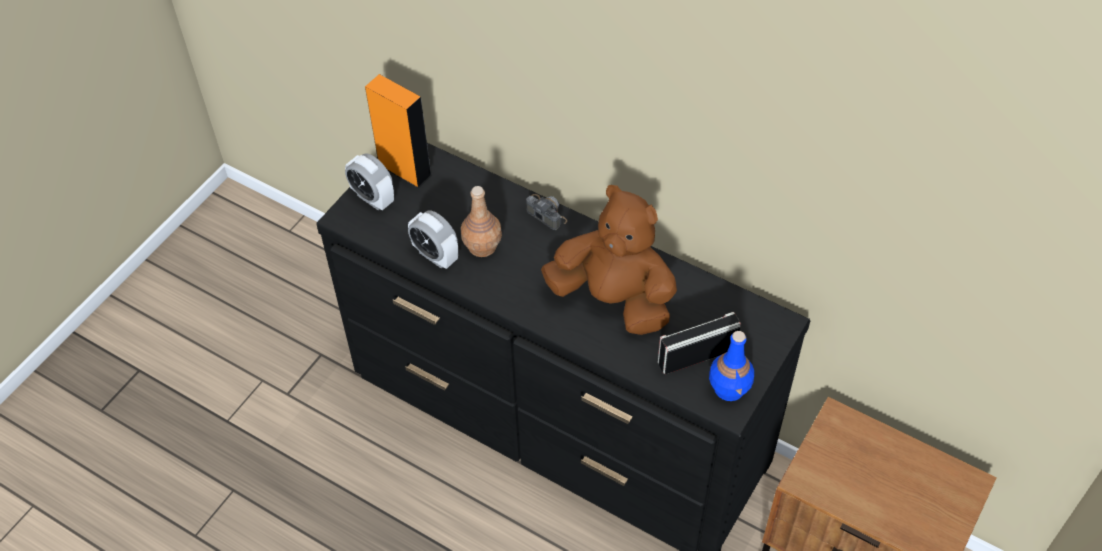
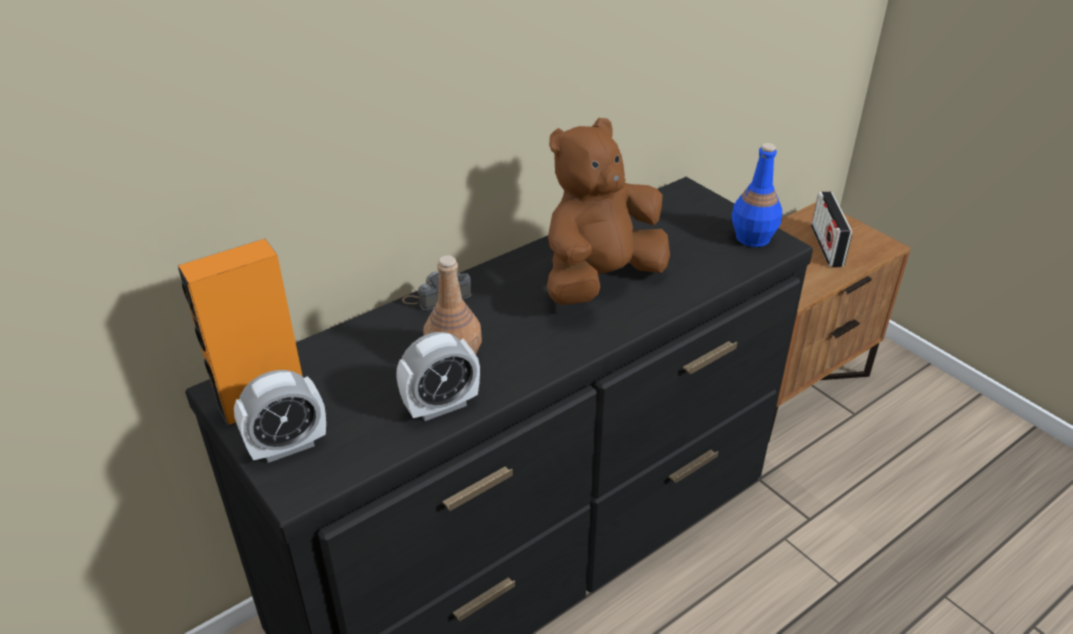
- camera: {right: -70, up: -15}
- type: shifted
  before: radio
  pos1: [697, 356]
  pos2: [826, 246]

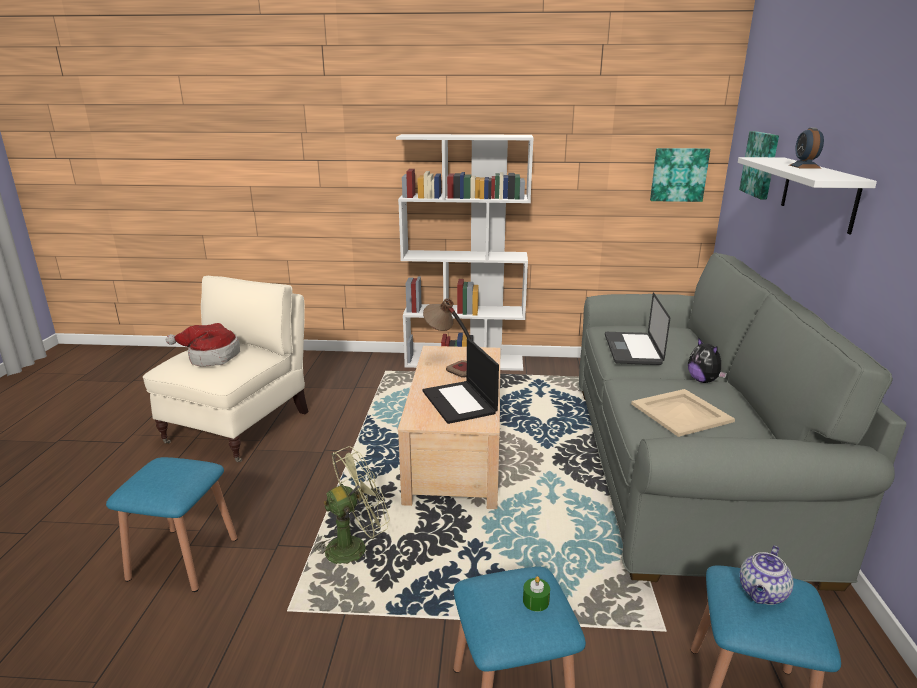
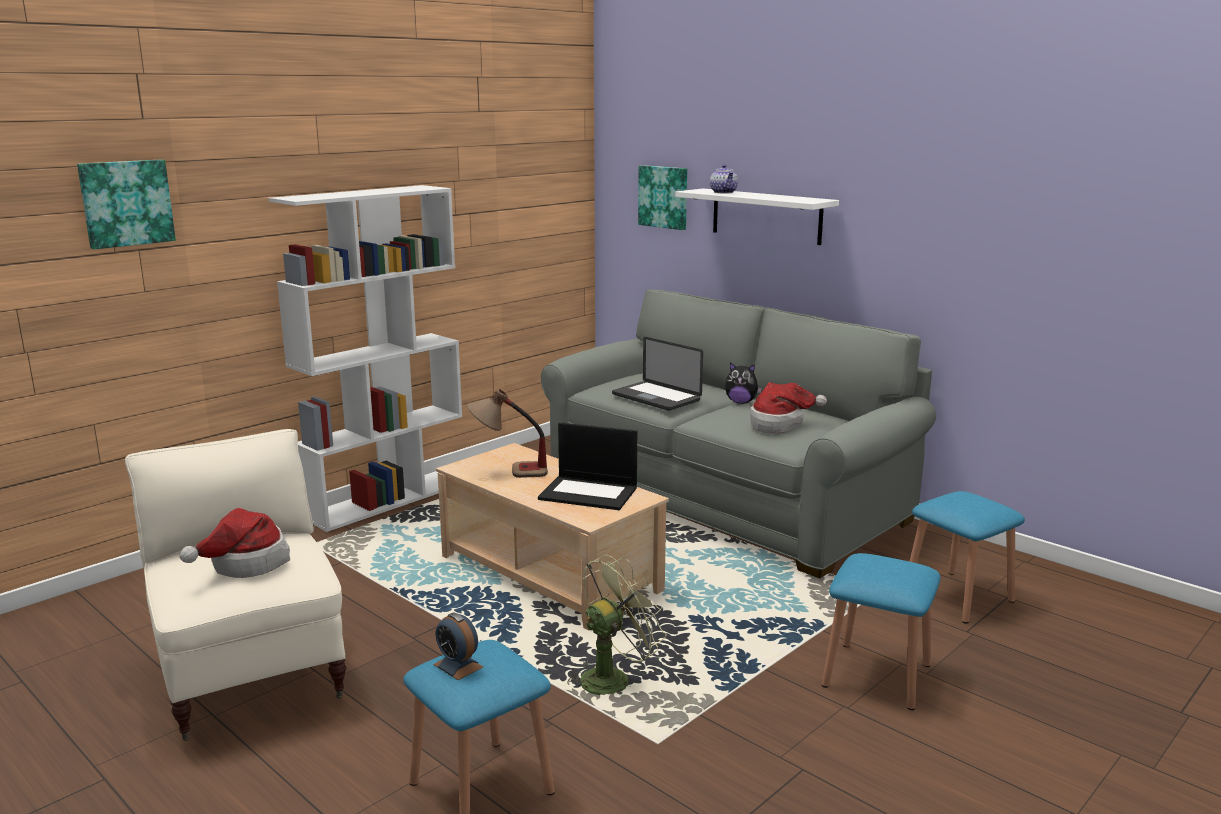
- camera: {right: -50, up: -5}
- type: rotated
  before: ventilador [verde]
  pos1: [354, 546]
  pos2: [612, 677]
  turn: 45
- type: gone
  before: vela [verde]
  pos1: [536, 601]
- type: swapped
  before: bandeja [beis]
  after: sombrero
  pos1: [682, 413]
  pos2: [779, 424]
- type: shifted
  before: cuadro
  pos1: [678, 174]
  pos2: [126, 203]
- type: shifted
  before: tetera
  pos1: [762, 594]
  pos2: [724, 192]
- type: shifted
  before: despertador
  pos1: [804, 166]
  pos2: [458, 666]

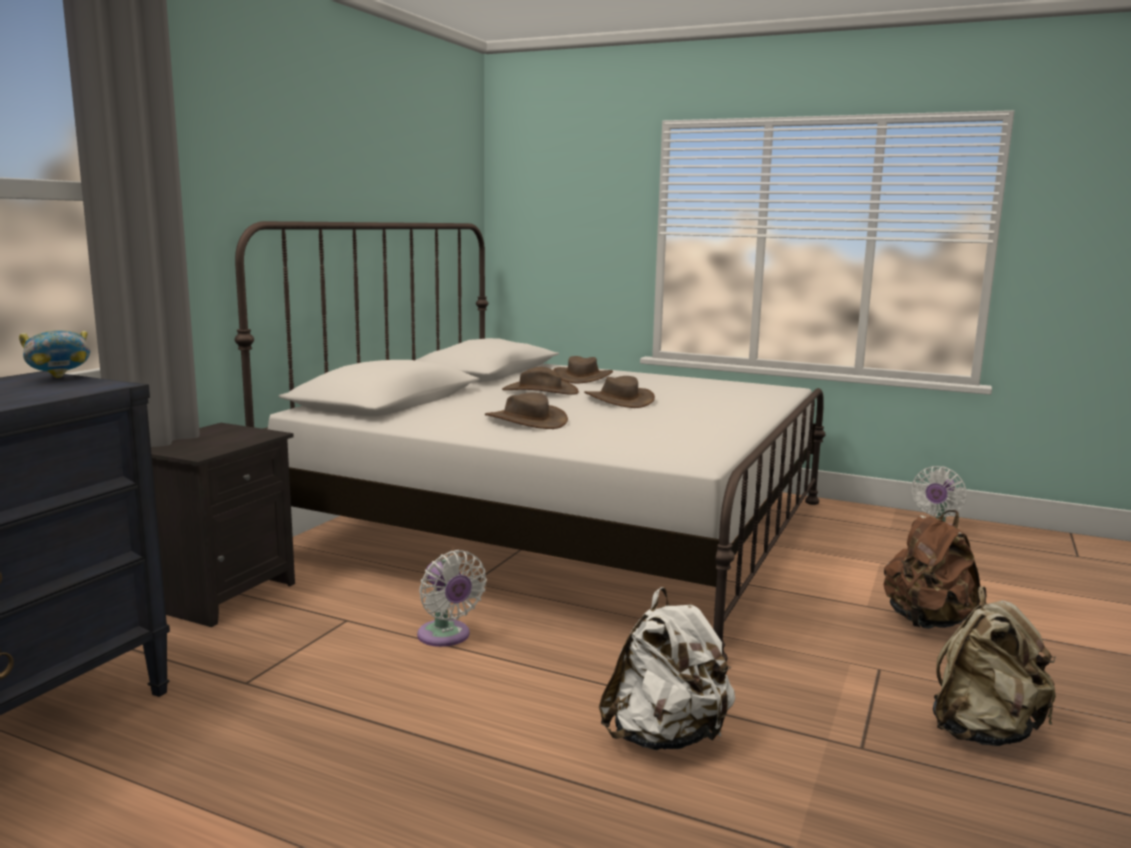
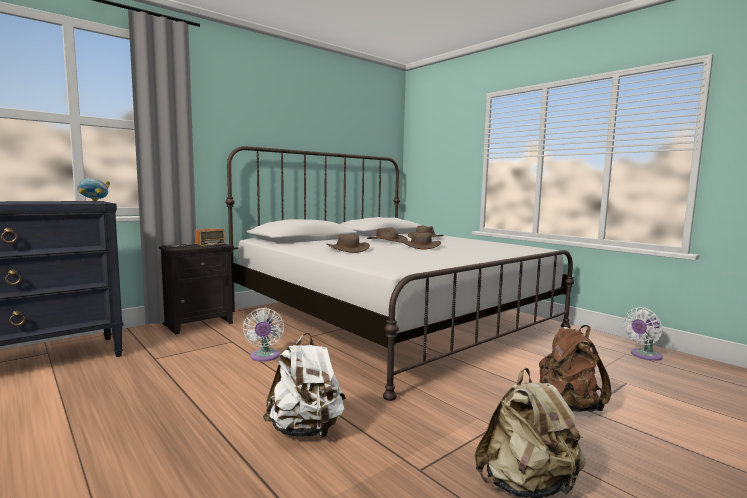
- camera: {right: 25, up: -5}
- type: new
  after: radio
  pos2: [193, 244]

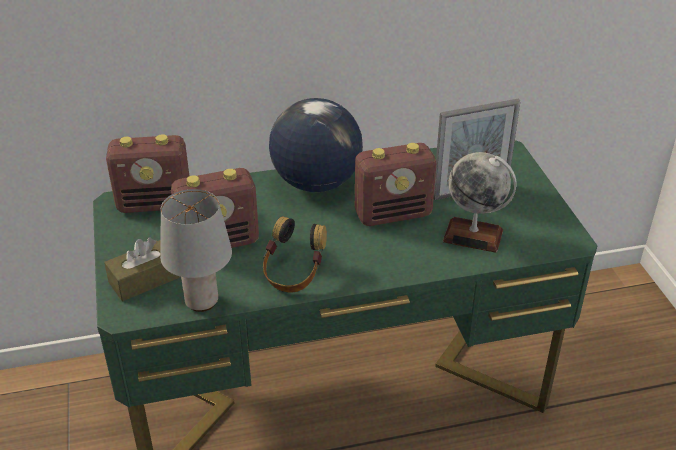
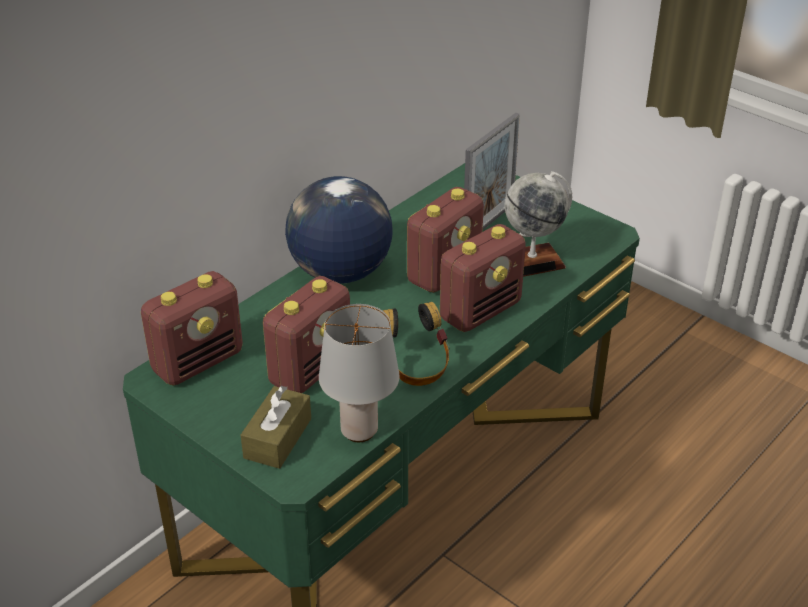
- camera: {right: -35, up: 0}
- type: new
  after: radio
  pos2: [480, 311]

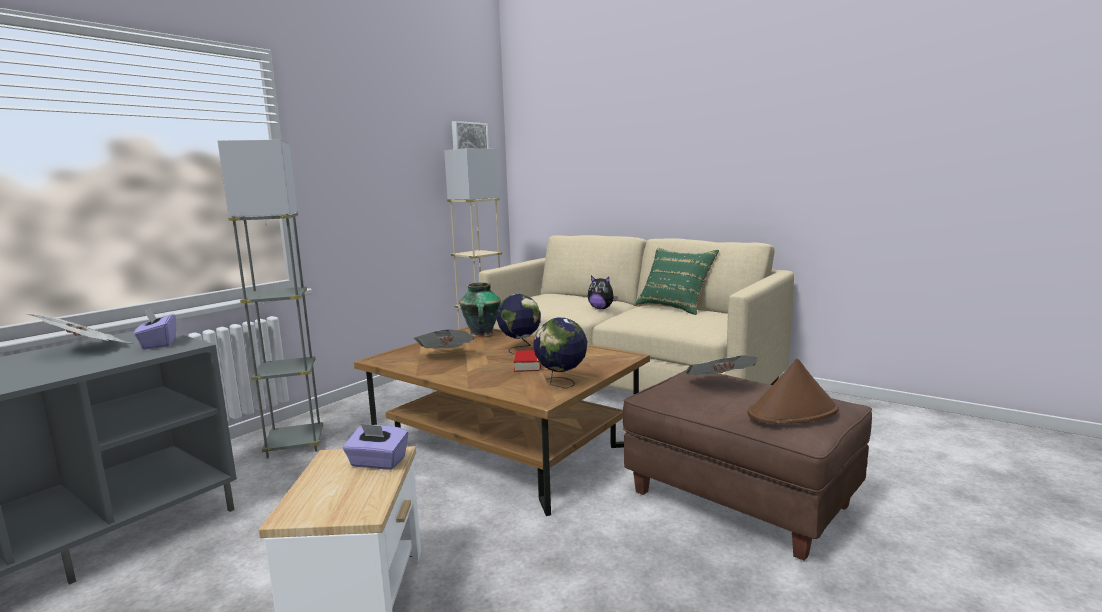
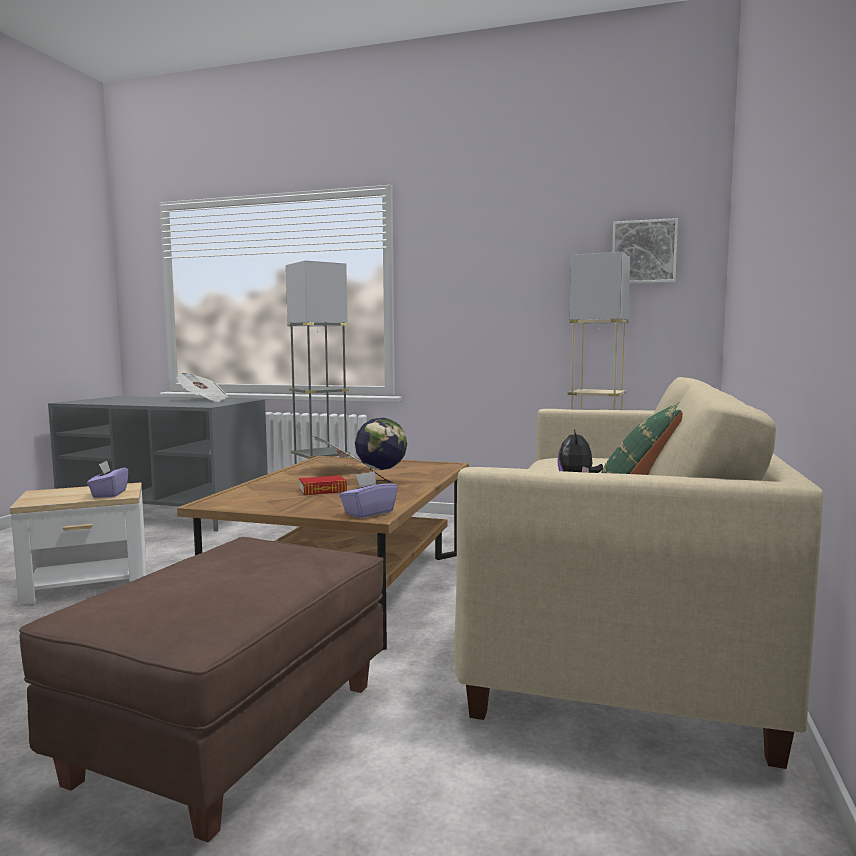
- camera: {right: 70, up: -5}
- type: shifted
  before: caja de pañuelos [morado]
  pos1: [158, 344]
  pos2: [368, 513]
- type: gone
  before: florero
  pos1: [481, 335]
- type: gone
  before: globo terráqueo
  pos1: [561, 384]
- type: gone
  before: periódico
  pos1: [719, 385]
- type: gone
  before: sombrero [marrón]
  pos1: [793, 412]

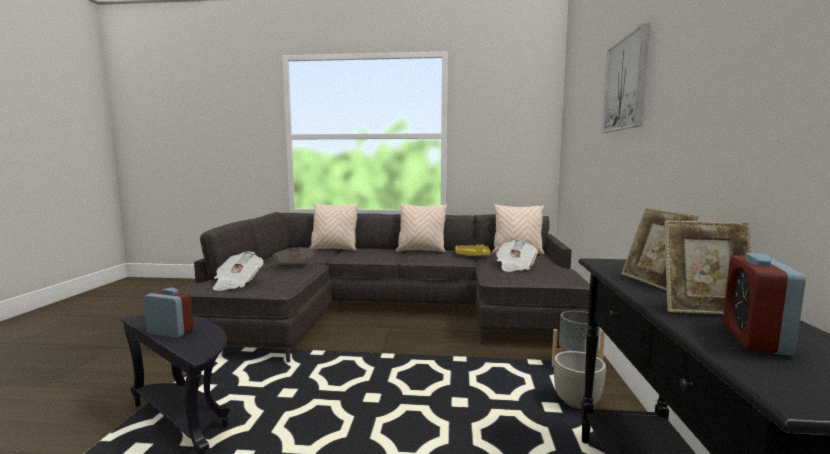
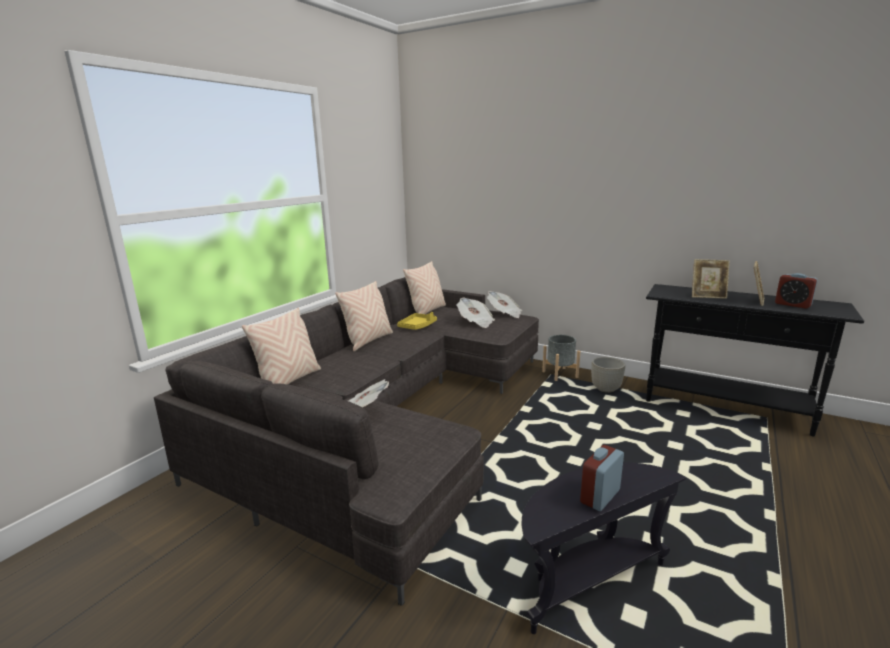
- camera: {right: -65, up: 10}
- type: shifted
  before: periódico
  pos1: [237, 284]
  pos2: [504, 314]
- type: gone
  before: cuadro
  pos1: [626, 84]

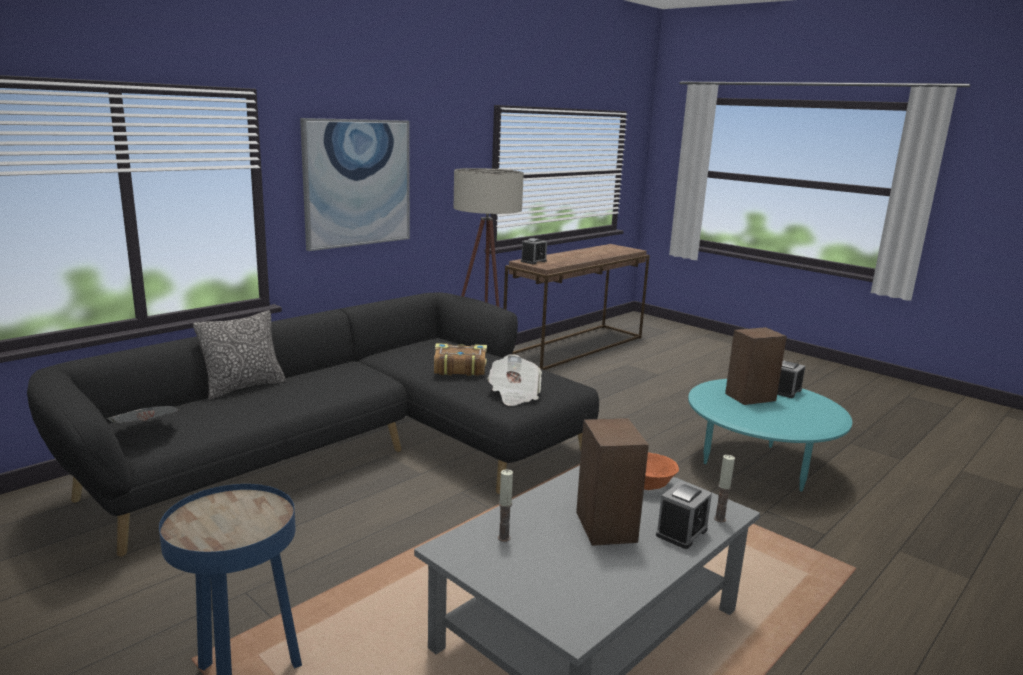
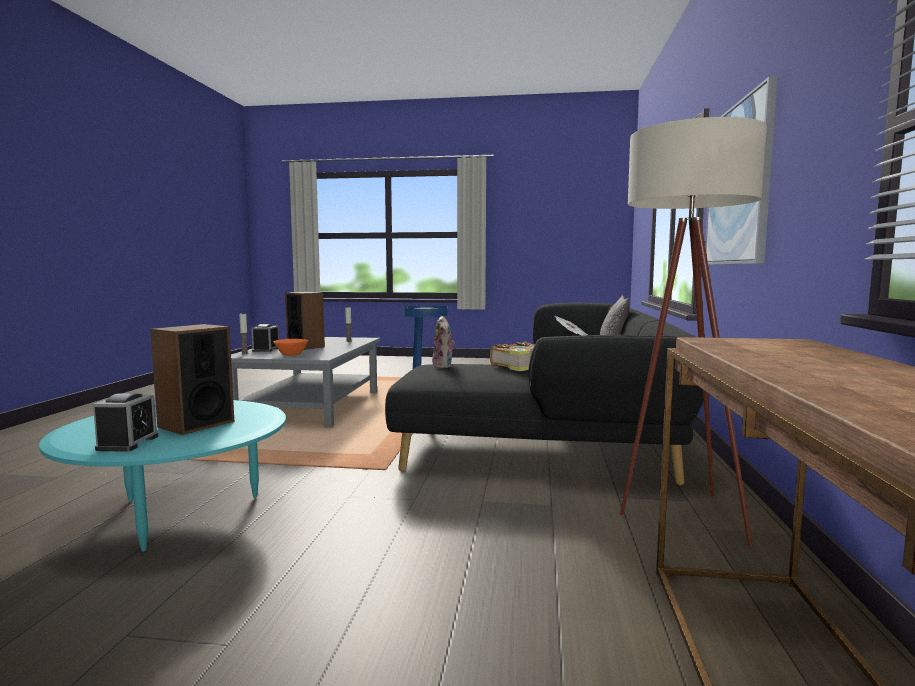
- camera: {right: 145, up: -10}
- type: swapped
  before: periódico
  after: peluche
  pos1: [514, 395]
  pos2: [444, 366]
- type: gone
  before: despertador
  pos1: [533, 261]

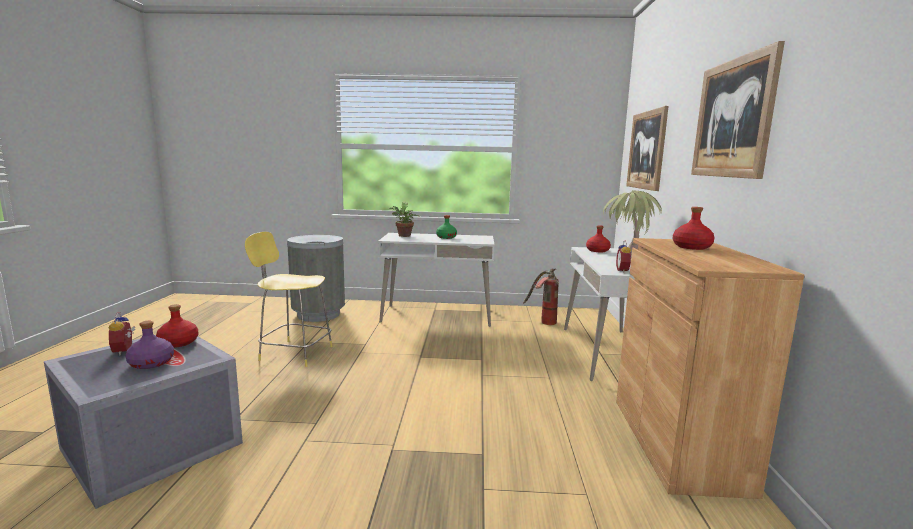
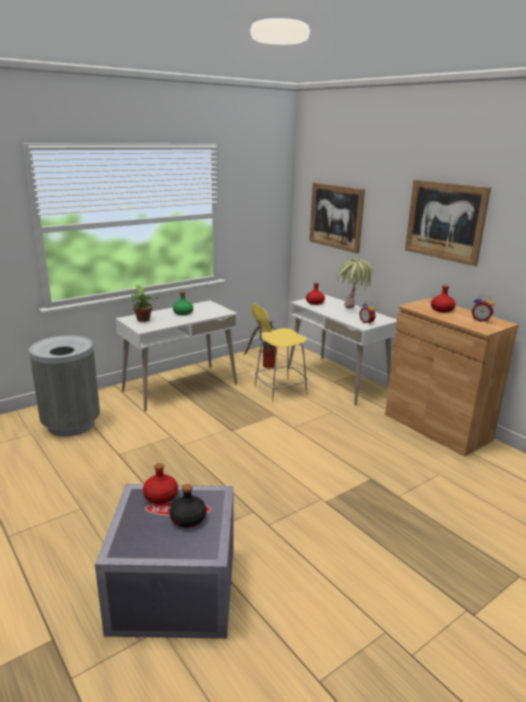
- camera: {right: -40, up: 10}
- type: shifted
  before: despertador
  pos1: [125, 351]
  pos2: [480, 320]
- type: repainted
  before: botella [morado]
  after: botella [negro]
  pos1: [152, 363]
  pos2: [188, 518]
- type: shifted
  before: taburete [amarillo]
  pos1: [294, 353]
  pos2: [278, 390]

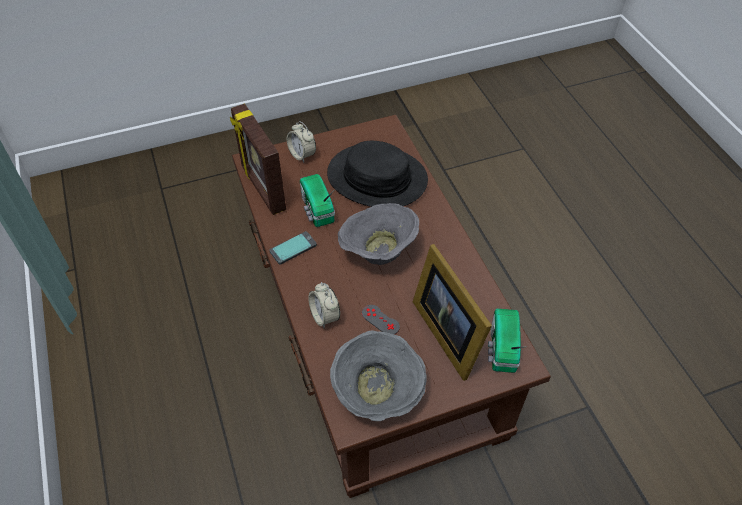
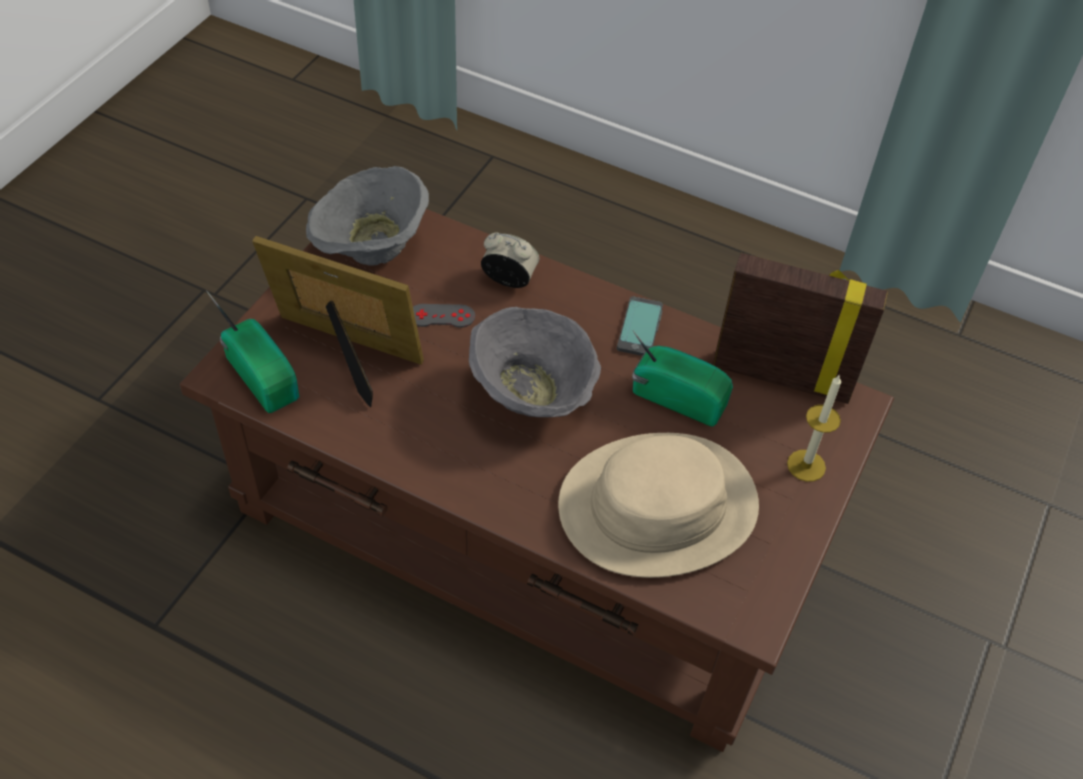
- camera: {right: 135, up: 0}
- type: swapped
  before: despertador
  after: vela
  pos1: [302, 155]
  pos2: [806, 465]
- type: repainted
  before: sombrero [negro]
  after: sombrero [beis]
  pos1: [377, 178]
  pos2: [657, 505]

